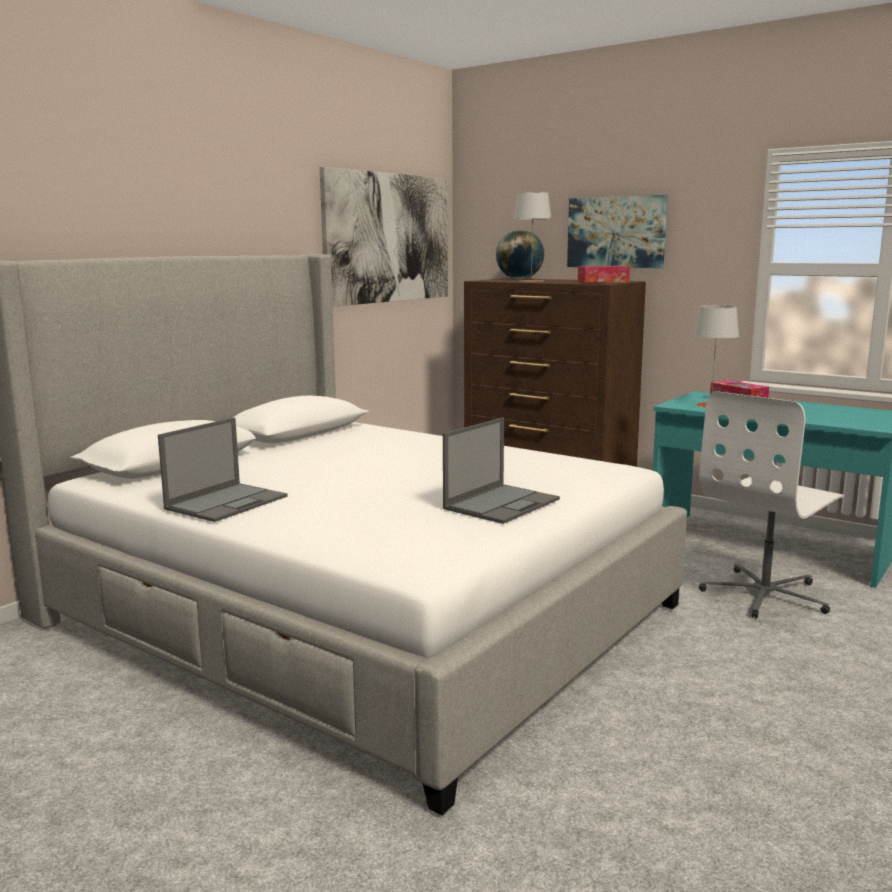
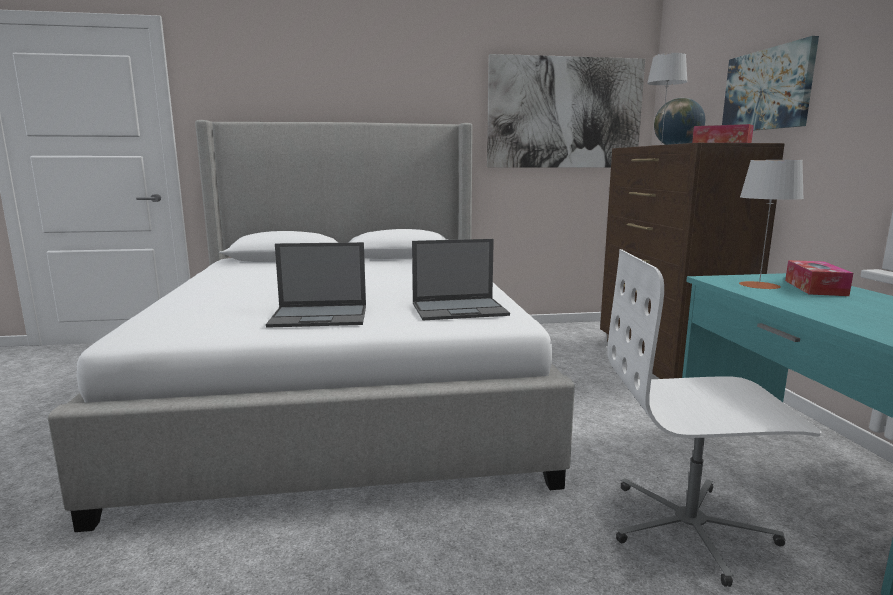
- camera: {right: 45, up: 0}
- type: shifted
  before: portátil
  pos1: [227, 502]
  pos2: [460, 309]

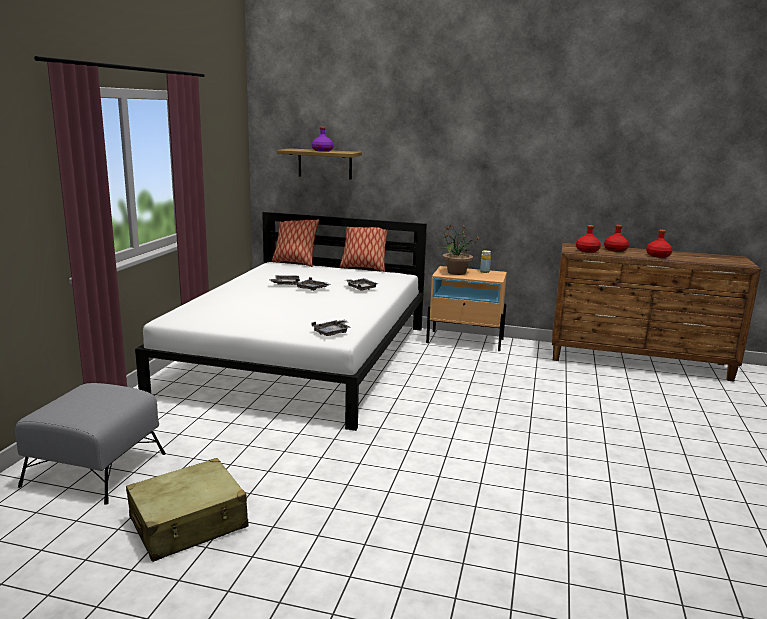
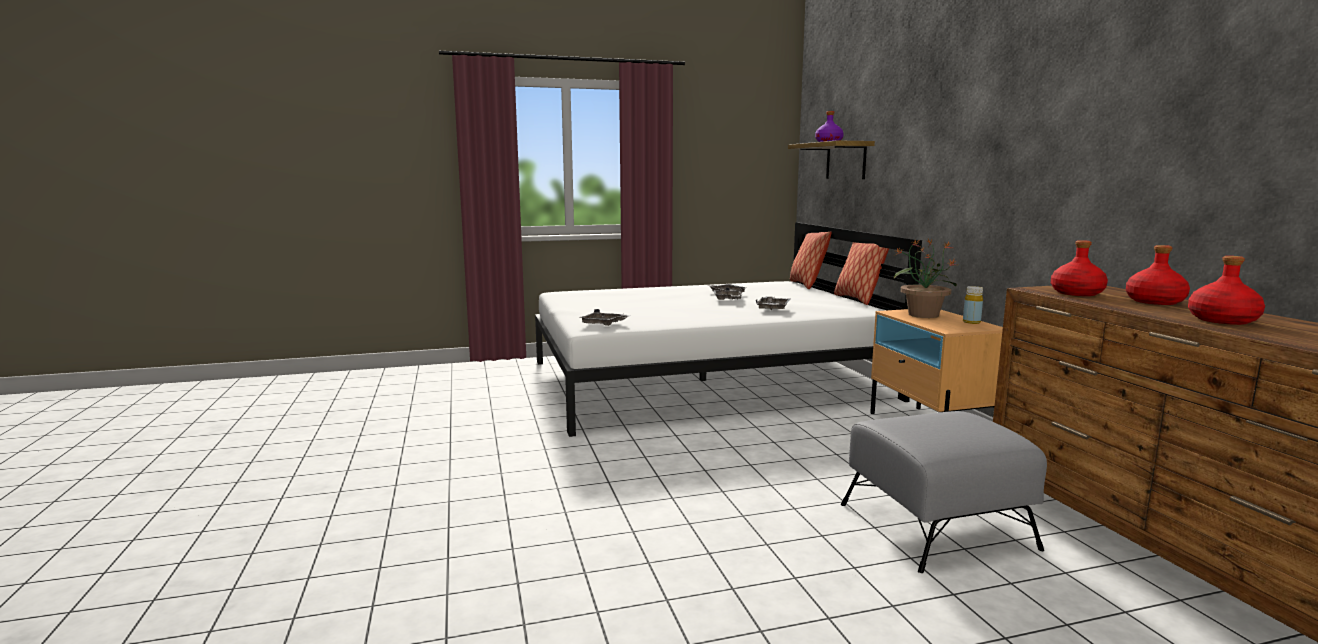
- camera: {right: 60, up: -5}
- type: shifted
  before: puf [gris]
  pos1: [96, 469]
  pos2: [937, 526]
- type: gone
  before: maleta [beis]
  pos1: [189, 523]

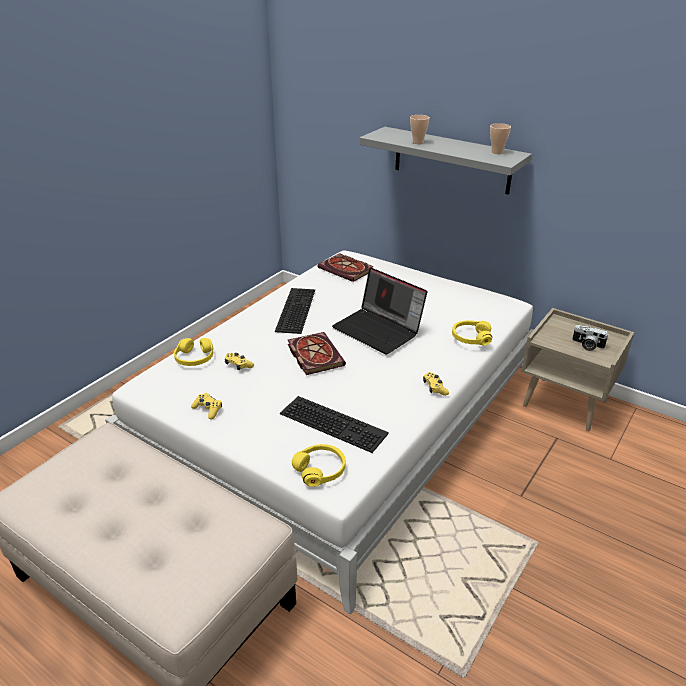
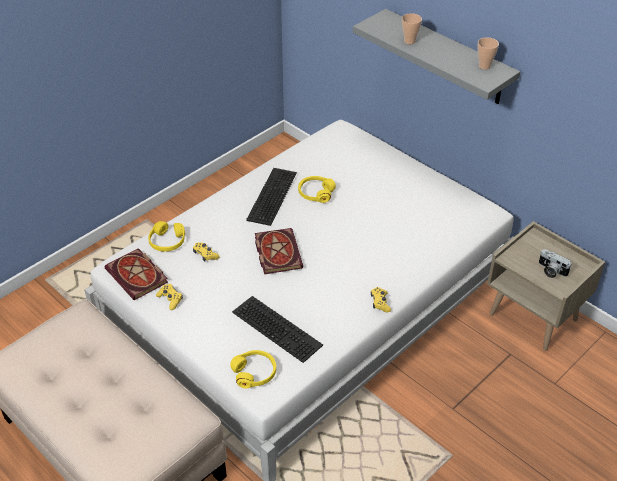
- camera: {right: 10, up: 10}
- type: shifted
  before: libro
  pos1: [347, 270]
  pos2: [138, 276]
- type: gone
  before: portátil
  pos1: [379, 330]
- type: shifted
  before: auriculares [amarillo]
  pos1: [471, 338]
  pos2: [316, 193]

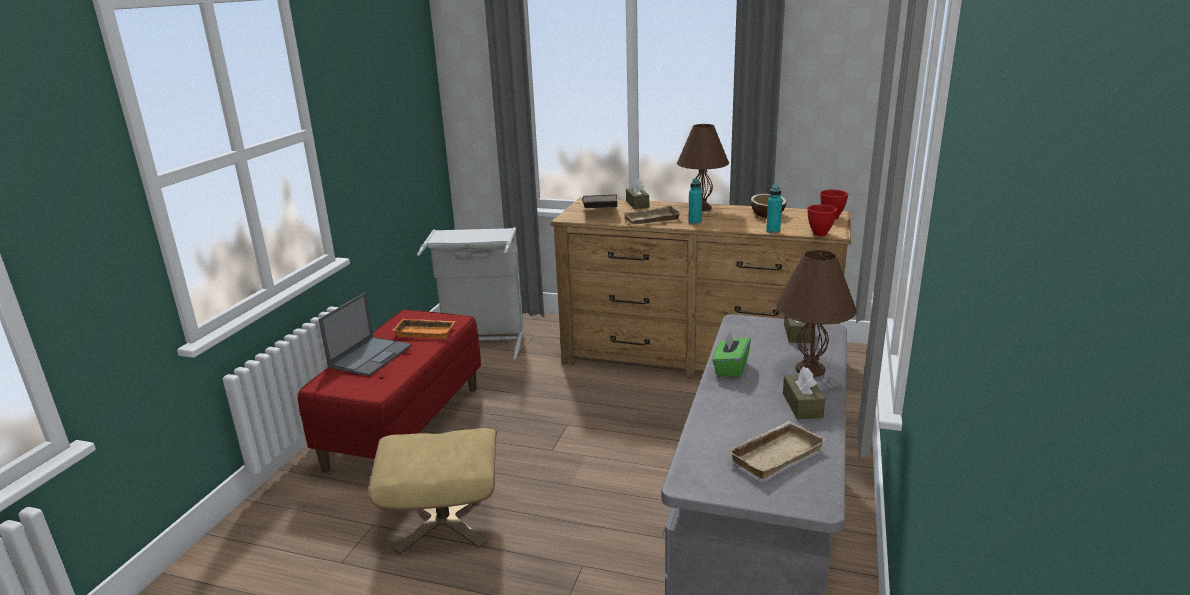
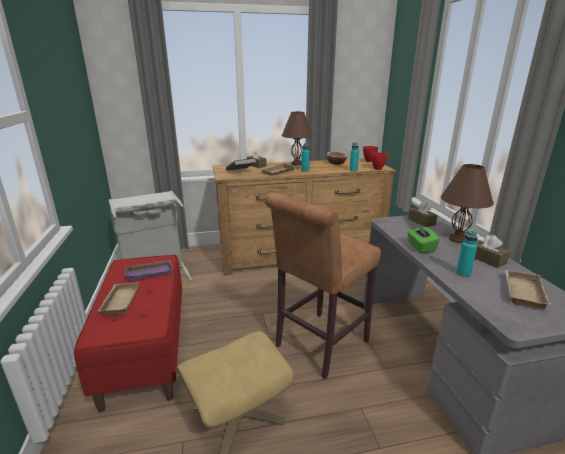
- camera: {right: -30, up: 0}
- type: swapped
  before: portátil
  after: bandeja [beis]
  pos1: [371, 356]
  pos2: [119, 301]
- type: repainted
  before: bandeja [naranja]
  after: bandeja [morado]
  pos1: [426, 331]
  pos2: [150, 272]
- type: new
  after: taburete [marrón]
  pos2: [318, 346]
- type: new
  after: botella [turquesa]
  pos2: [463, 273]

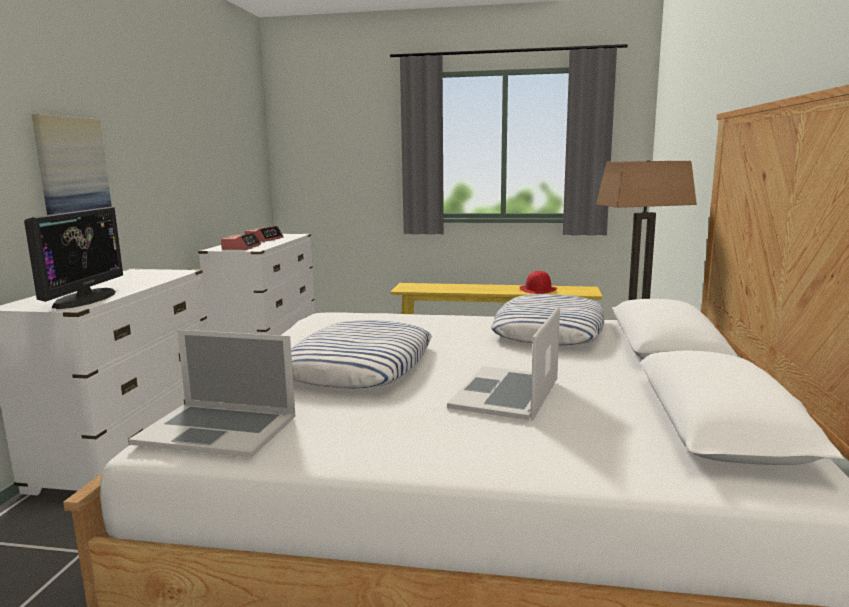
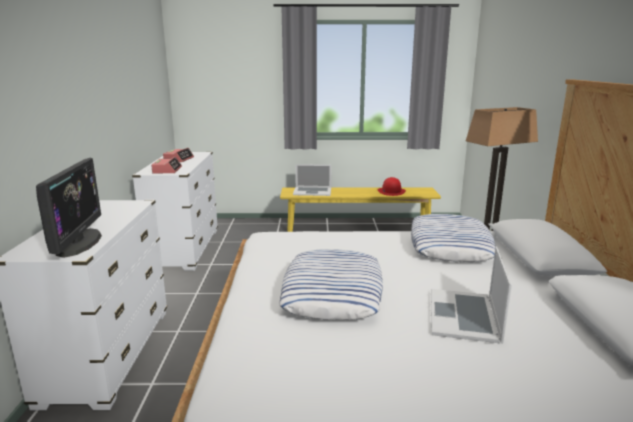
- camera: {right: -10, up: 5}
- type: gone
  before: cuadro
  pos1: [72, 168]
- type: shifted
  before: portátil
  pos1: [217, 429]
  pos2: [312, 191]

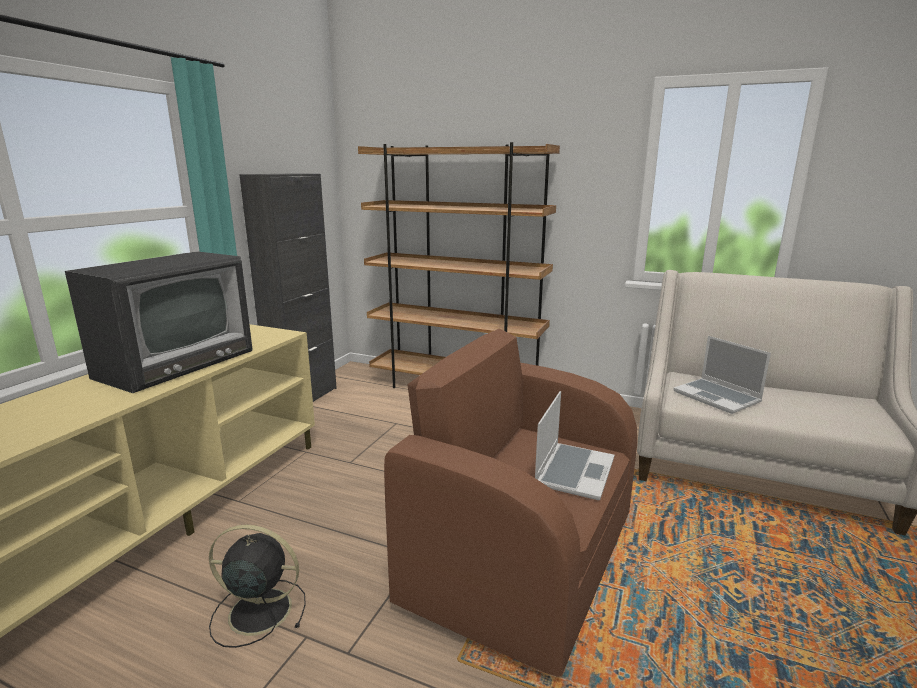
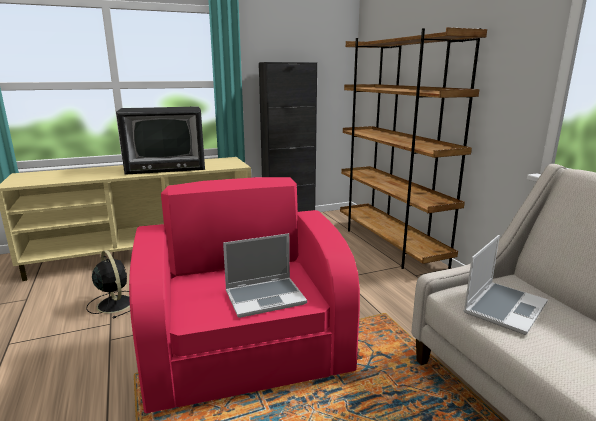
- camera: {right: 45, up: 0}
- type: repainted
  before: sillón [marrón]
  after: sillón [rosa]
  pos1: [521, 556]
  pos2: [247, 352]
- type: rotated
  before: portátil
  pos1: [718, 397]
  pos2: [504, 307]
  turn: -150

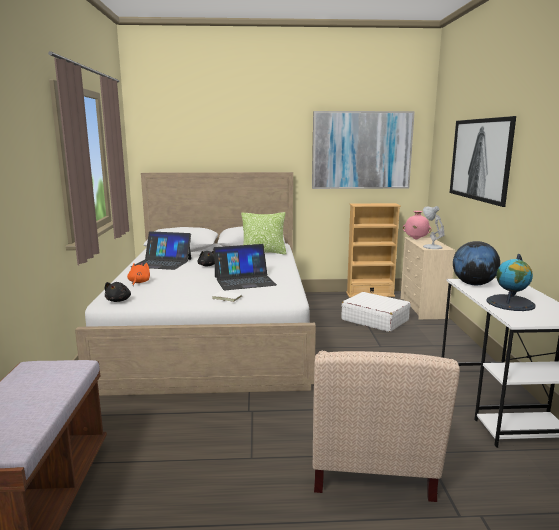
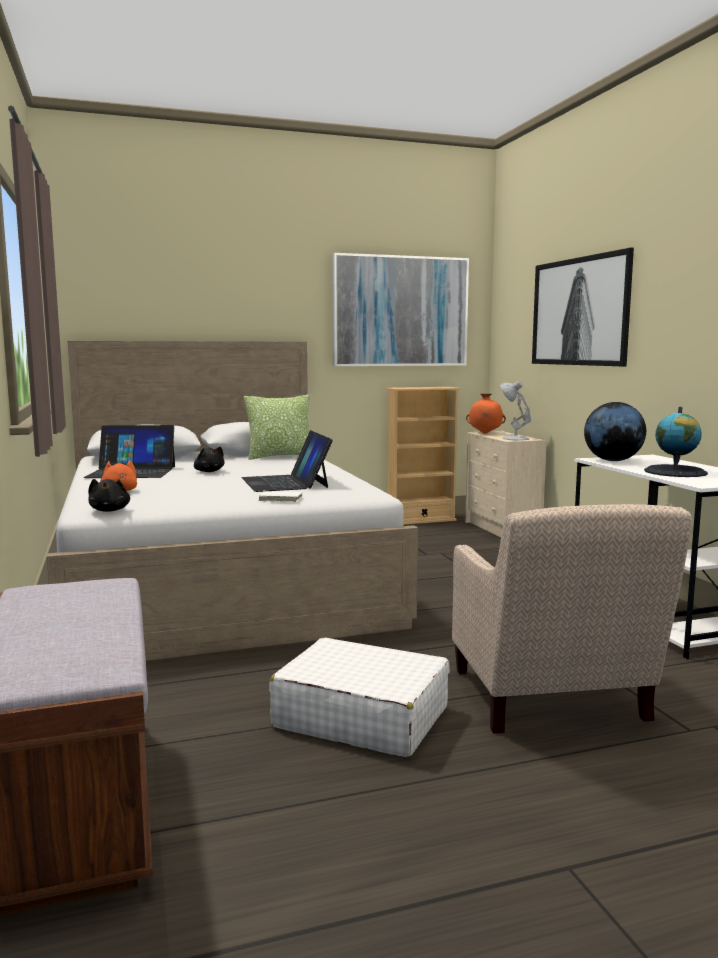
- camera: {right: -15, up: -5}
- type: rotated
  before: portátil
  pos1: [244, 281]
  pos2: [285, 482]
  turn: 105
- type: shifted
  before: maleta [blanco]
  pos1: [374, 320]
  pos2: [361, 716]
- type: repainted
  before: florero [rosa]
  after: florero [naranja]
  pos1: [415, 239]
  pos2: [485, 433]

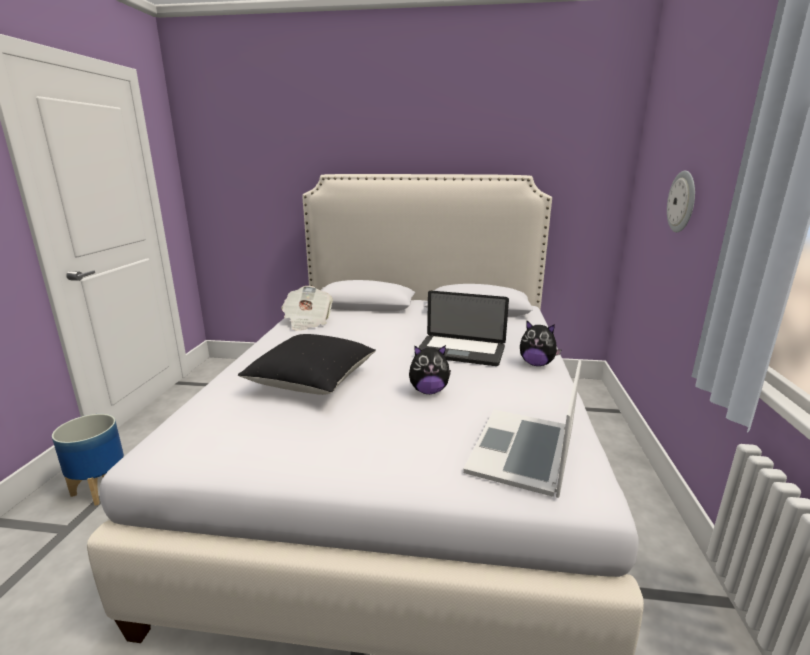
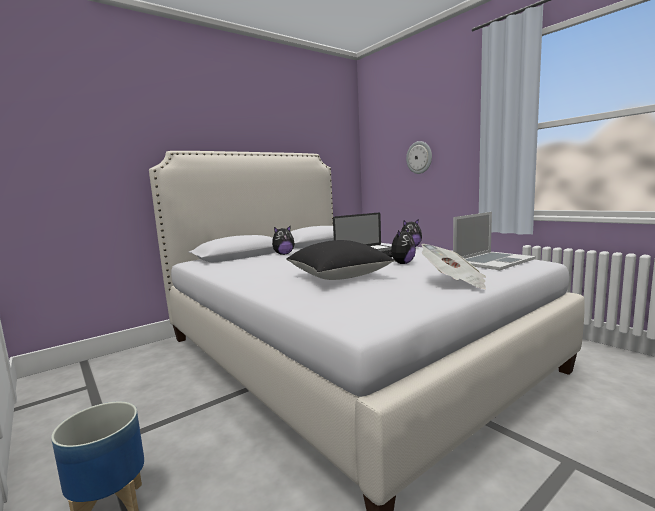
- camera: {right: -45, up: -10}
- type: shifted
  before: periódico
  pos1: [307, 321]
  pos2: [454, 283]
- type: rotated
  before: portátil
  pos1: [523, 450]
  pos2: [493, 261]
  turn: -105
- type: new
  after: peluche
  pos2: [283, 254]

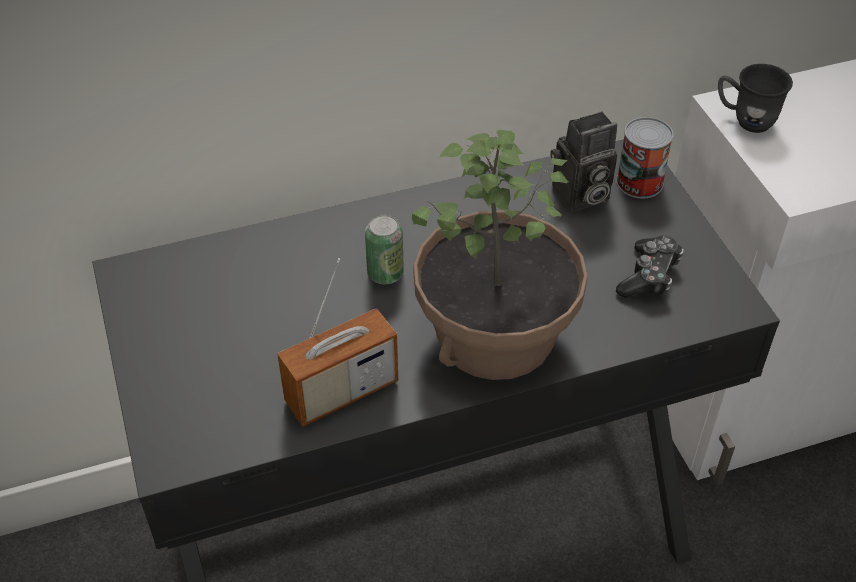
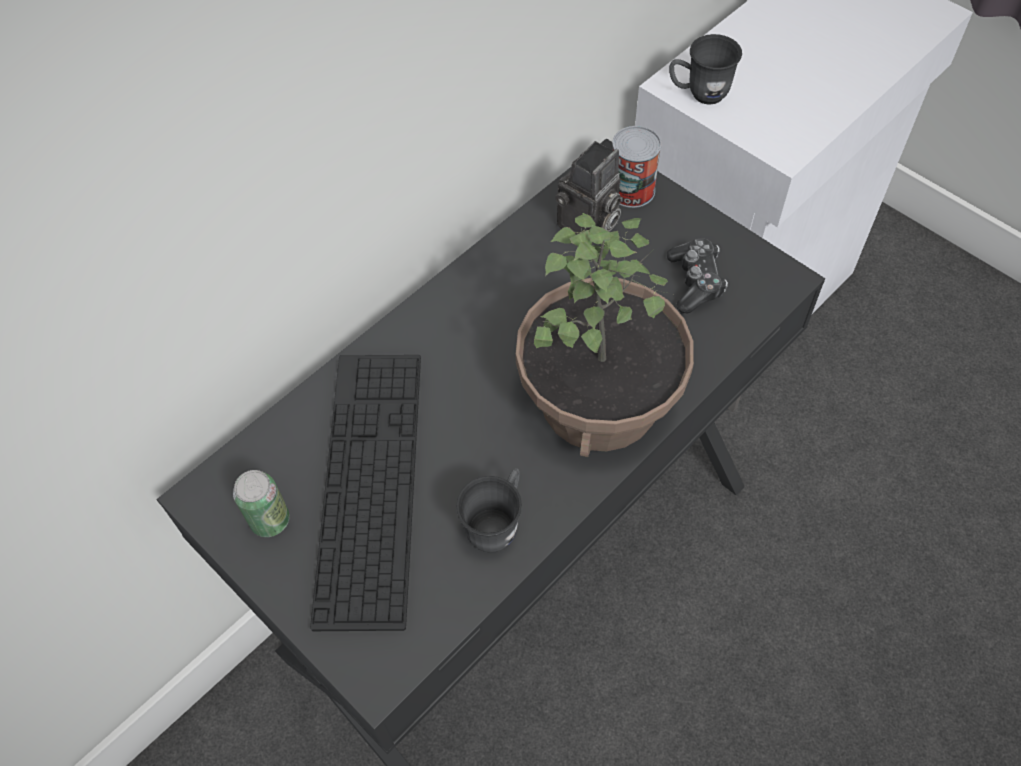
- camera: {right: -25, up: 10}
- type: swapped
  before: radio
  after: taza grande [gris]
  pos1: [342, 392]
  pos2: [497, 524]
- type: shifted
  before: lata
  pos1: [385, 274]
  pos2: [270, 520]
- type: new
  after: teclado
  pos2: [370, 483]

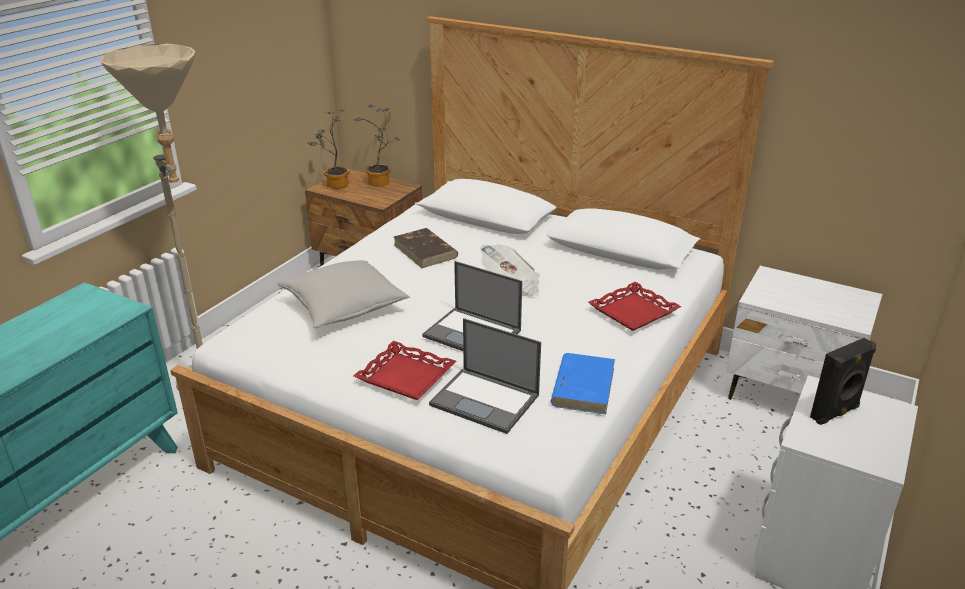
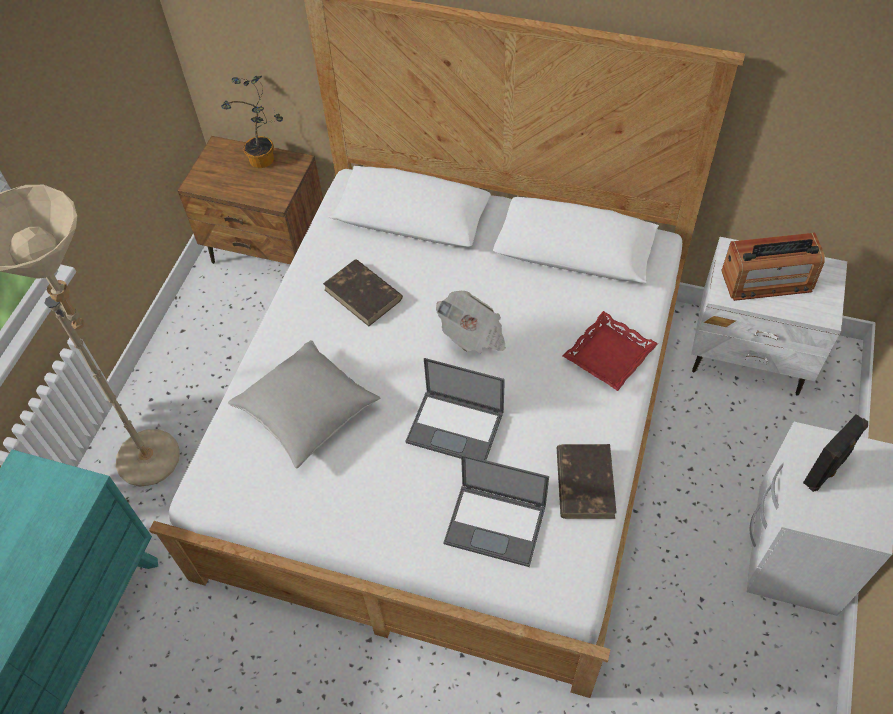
- camera: {right: -10, up: 25}
- type: gone
  before: planta en maceta
  pos1: [334, 185]
- type: gone
  before: bandeja [rojo]
  pos1: [405, 377]
- type: repainted
  before: libro [azul]
  after: libro [marrón]
  pos1: [583, 386]
  pos2: [584, 482]
- type: new
  after: radio
  pos2: [766, 281]

